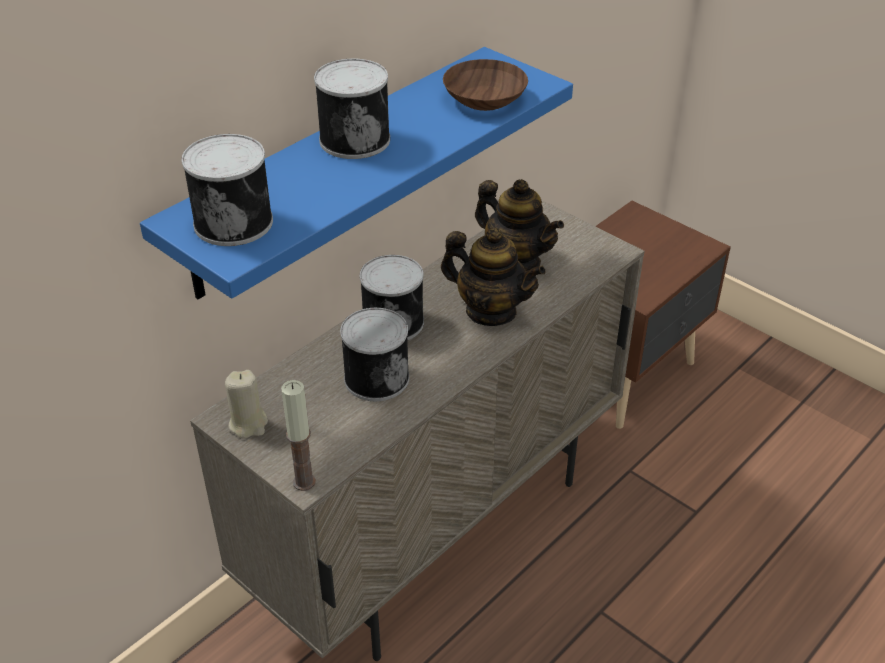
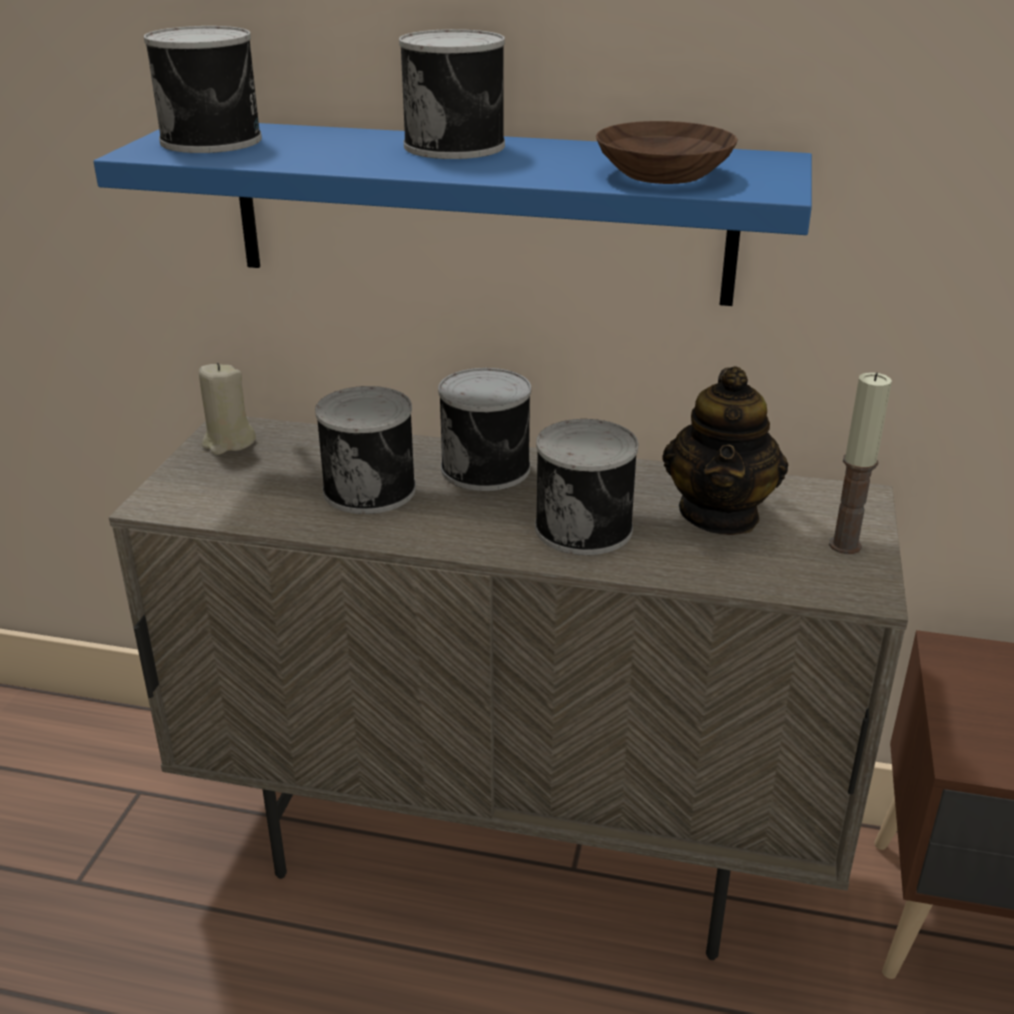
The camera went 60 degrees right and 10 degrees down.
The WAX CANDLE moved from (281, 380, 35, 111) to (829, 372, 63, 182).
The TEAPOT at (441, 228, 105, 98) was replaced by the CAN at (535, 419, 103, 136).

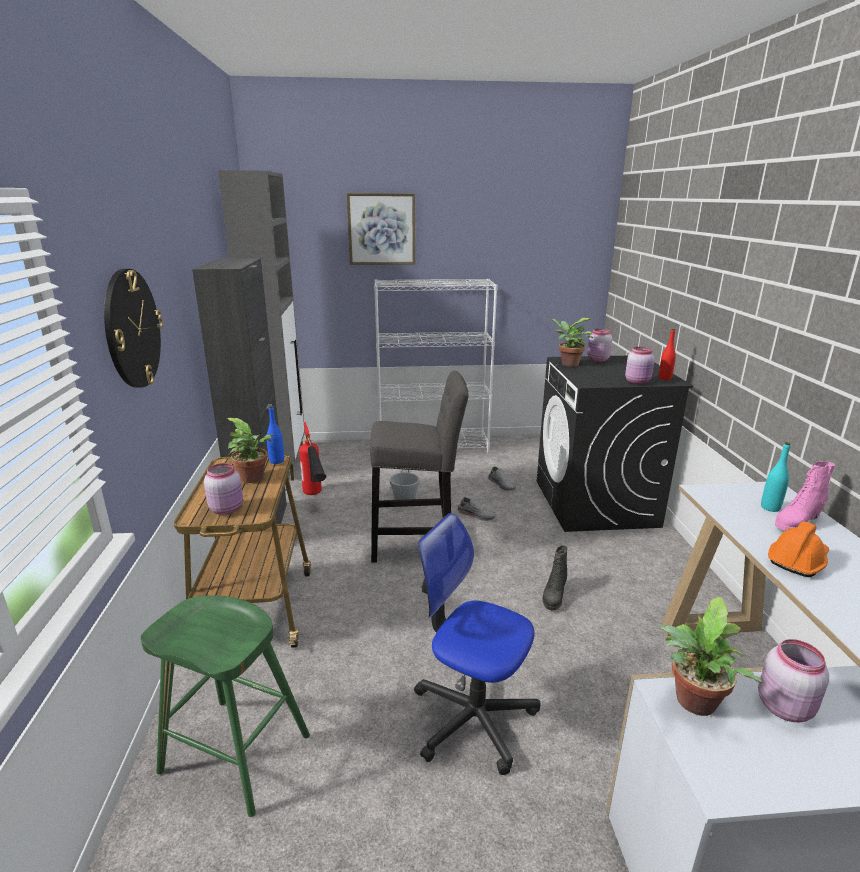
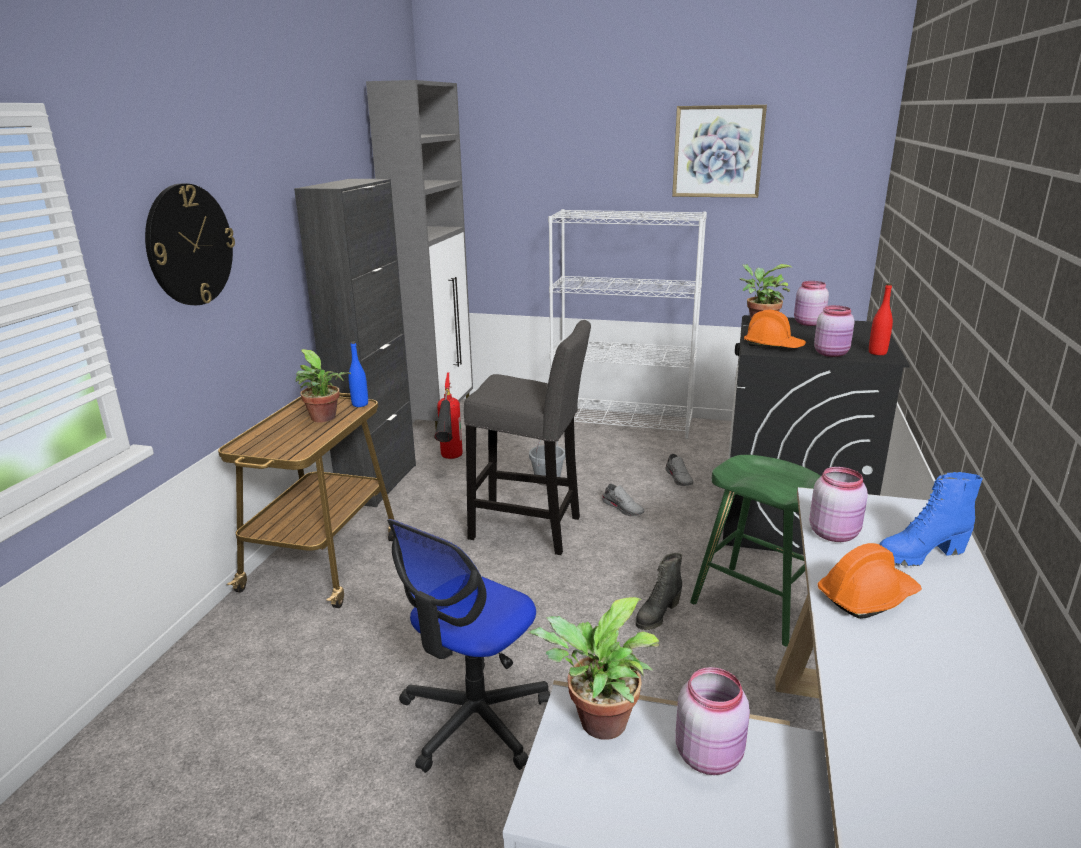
The camera went 20 degrees right and 0 degrees up.
The GREEN SITTING STOOL moved from (141, 595, 169, 222) to (690, 455, 131, 191).
The PINK-COLOURED STORAGE JAR moved from (204, 463, 39, 52) to (809, 467, 59, 75).
The WALL ART moved from (346, 193, 69, 72) to (672, 105, 95, 93).
The COMPUTER CHAIR at (414, 513, 126, 262) turned 105 degrees counterclockwise.
The TURQUOISE-COLOURED BOTTLE at (761, 442, 30, 70) disappeared.
The PINK-COLOURED TALL BOOT at (775, 461, 60, 70) became the BLUE-COLOURED TALL BOOT at (879, 472, 104, 94).
The ORANGEY HARD HAT at (744, 310, 62, 38) appeared.

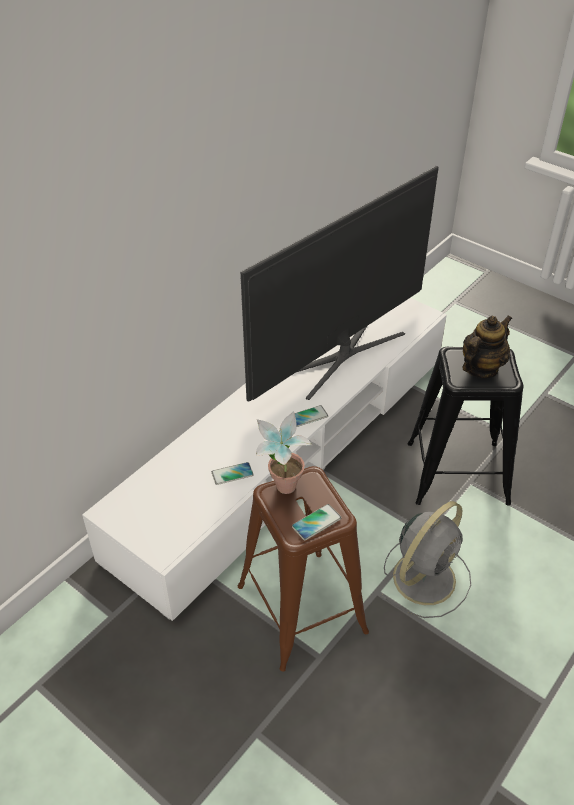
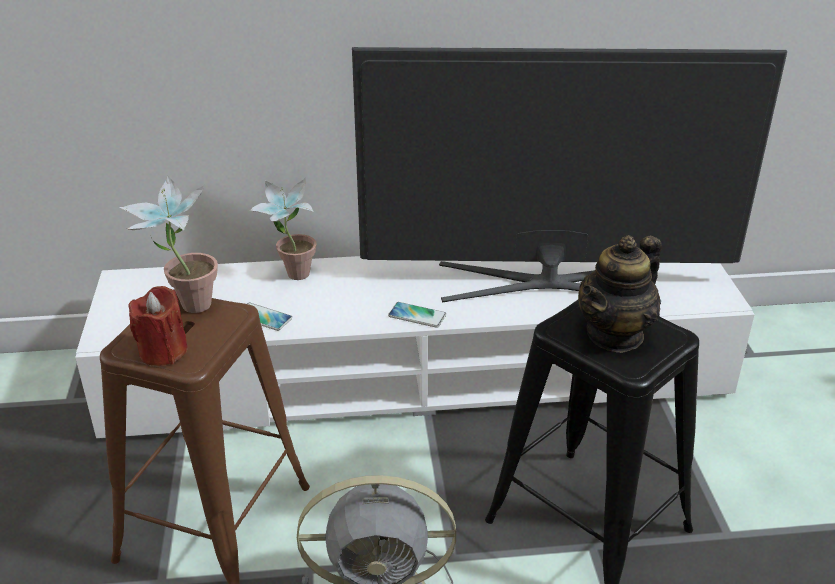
The camera went 45 degrees right and 10 degrees down.
The HANDSET at (292, 504, 49, 36) was replaced by the RED WAX CANDLE at (128, 286, 60, 80).
The TEAPOT at (462, 315, 50, 63) turned 135 degrees clockwise.
The PLANT IN A POT at (250, 178, 67, 102) appeared.

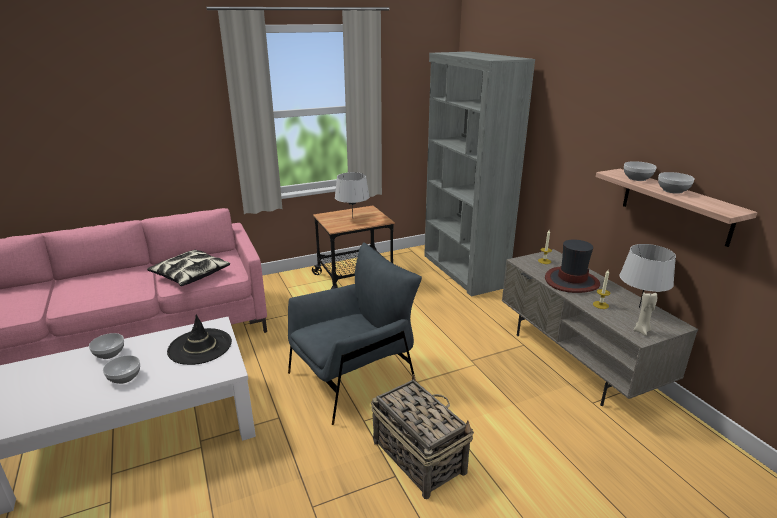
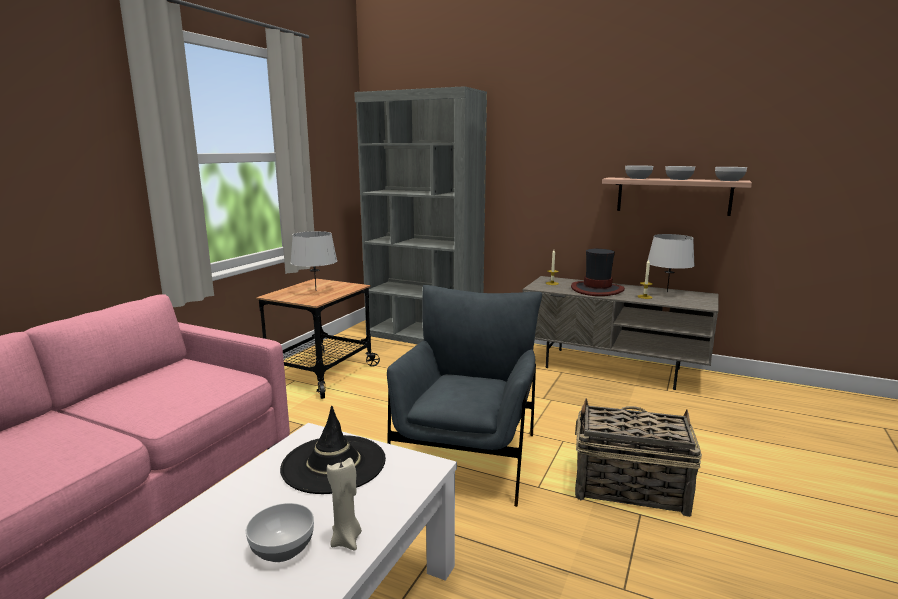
The camera went 40 degrees left and 10 degrees down.
The BOWL moved from (89, 333, 35, 26) to (715, 167, 32, 14).
The CUSHION at (147, 250, 83, 36) disappeared.
The SAND-COLOURED WAX CANDLE moved from (634, 292, 23, 44) to (327, 458, 35, 92).

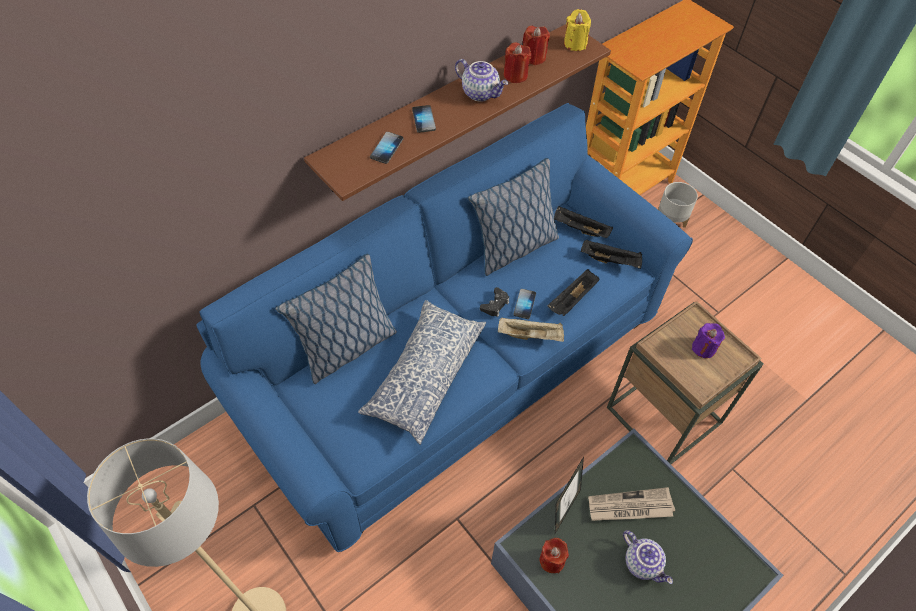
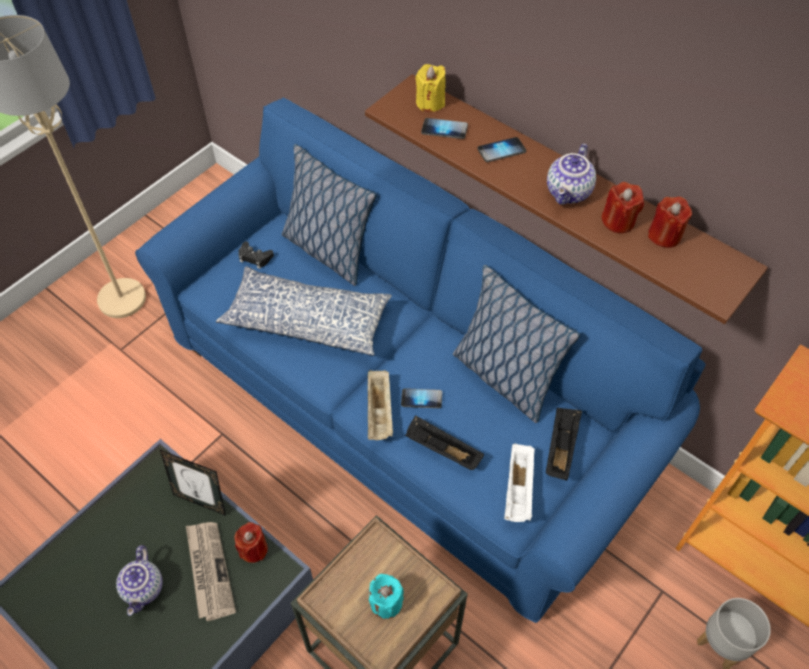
The camera went 80 degrees right and 0 degrees up.
The BLACK-COLOURED GAMEPAD moved from (480, 287, 29, 30) to (238, 241, 36, 28).
The RED WAX CANDLE moved from (540, 538, 29, 35) to (234, 522, 34, 41).
The YELLOW-COLOURED WAX CANDLE moved from (564, 9, 27, 42) to (416, 64, 30, 48).
The BLACK-COLOURED TRAY at (581, 240, 61, 29) became the WHITE-COLOURED TRAY at (504, 443, 31, 79).
The TEAPOT at (623, 530, 50, 54) turned 45 degrees counterclockwise.
The PURPLISH WAX CANDLE at (692, 323, 33, 35) became the TURQUOISE-COLOURED WAX CANDLE at (369, 574, 35, 45).

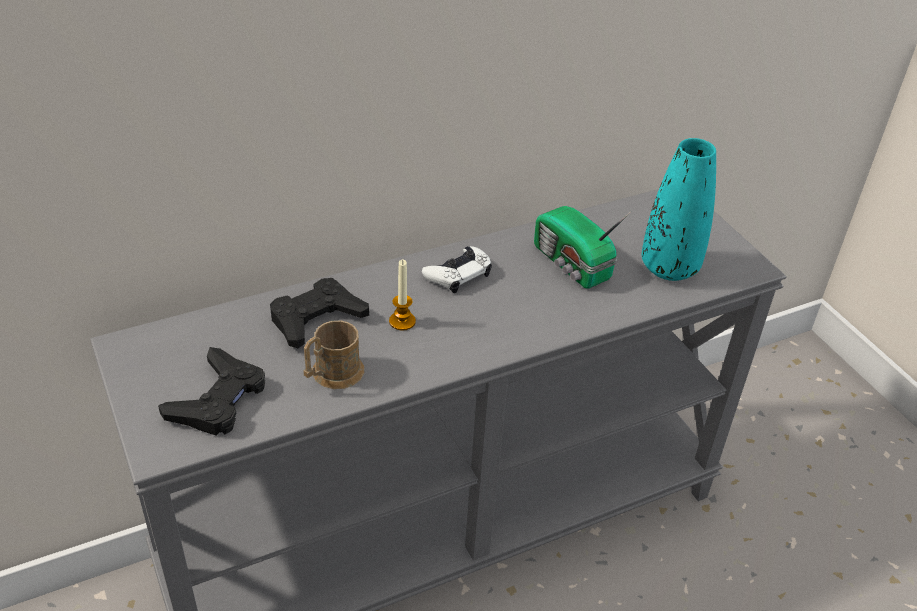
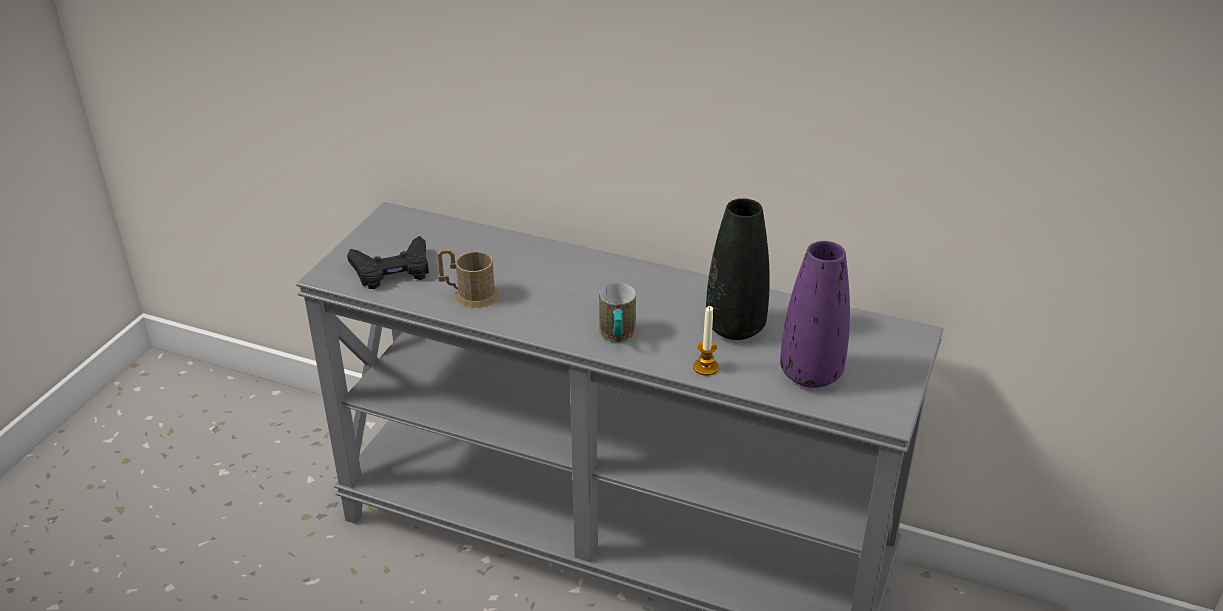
The camera went 50 degrees right and 5 degrees down.
The BLACK-COLOURED GAMEPAD at (270, 278, 99, 70) disappeared.
The WAX CANDLE moved from (389, 260, 27, 71) to (693, 306, 26, 70).
The WHITE-COLOURED GAMEPAD at (422, 246, 70, 47) disappeared.
The RADIO at (534, 206, 98, 83) was replaced by the BLACK-COLOURED VASE at (706, 198, 64, 142).
The TURQUOISE-COLOURED VASE at (642, 138, 74, 143) became the PURPLISH VASE at (780, 241, 70, 147).
The TEA MUG at (599, 283, 37, 59) appeared.

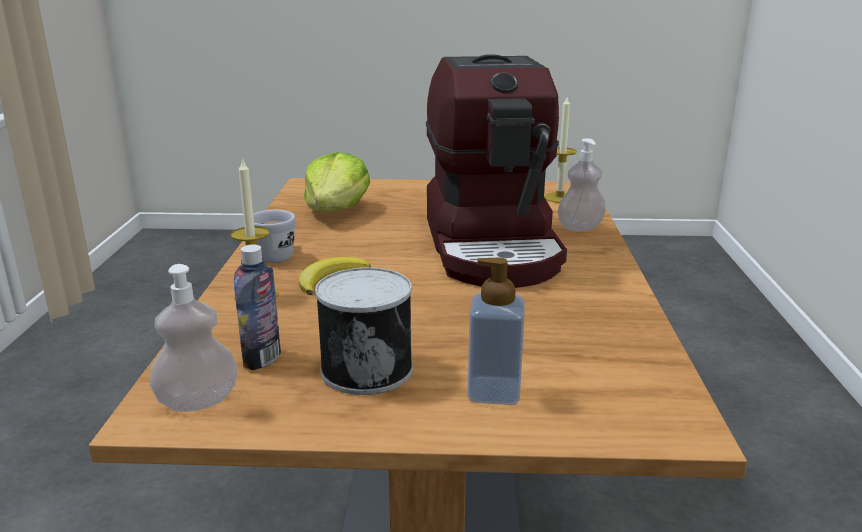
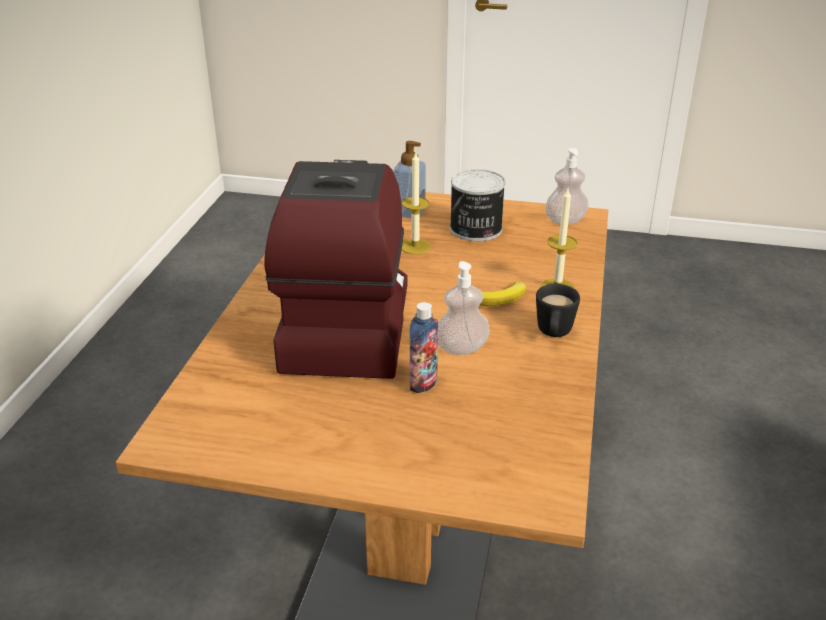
The camera went 170 degrees left and 10 degrees up.
The BOTTLE moved from (234, 245, 47, 125) to (410, 302, 28, 91).
The WHITE-COLOURED TEA MUG at (253, 210, 42, 53) became the BLACK-COLOURED TEA MUG at (536, 284, 44, 53).
The HEAD OF LETTUCE at (304, 152, 66, 60) disappeared.
The WAX CANDLE moved from (544, 97, 33, 106) to (402, 153, 29, 101).
The SOAP DISPENSER moved from (558, 138, 48, 93) to (438, 261, 52, 94).

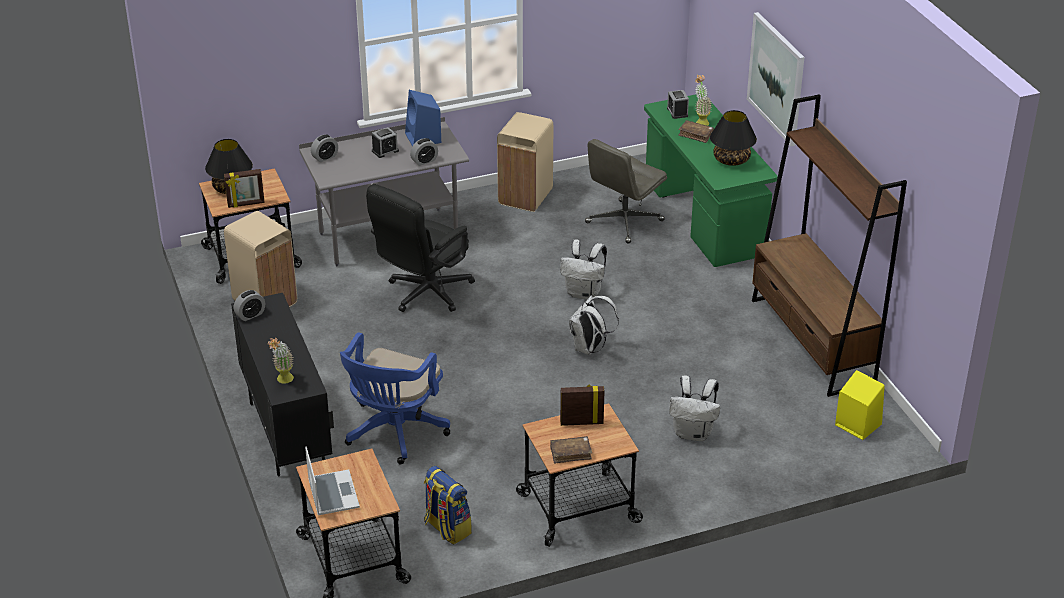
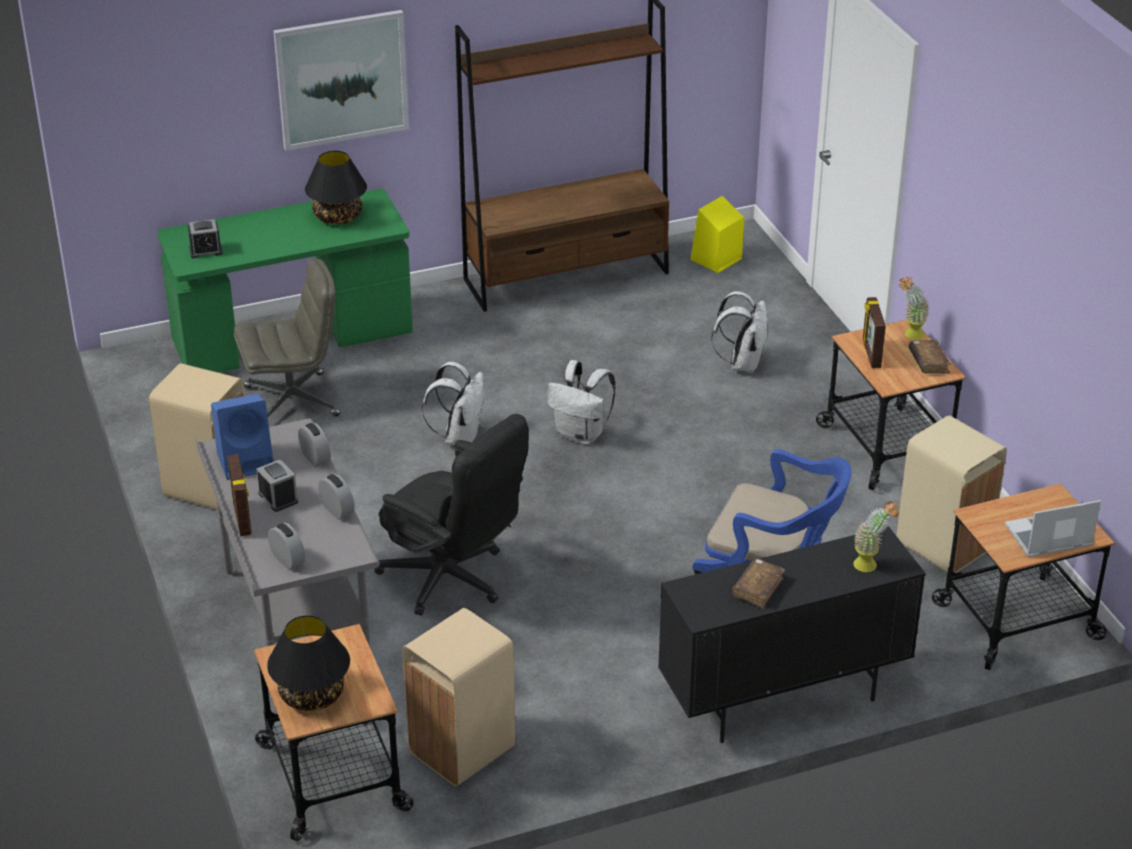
The camera went 90 degrees left and 0 degrees up.
The PICTURE FRAME moved from (224, 169, 41, 39) to (227, 454, 24, 82).
The ALARM CLOCK moved from (234, 290, 31, 31) to (318, 474, 37, 46).
The KNAPSACK at (424, 466, 48, 78) was replaced by the SAND-COLOURED TRASH CAN at (896, 415, 111, 158).
The GREY COMPUTER CHAIR at (585, 139, 82, 105) turned 60 degrees counterclockwise.
The BROWN BOOK moved from (678, 120, 36, 23) to (732, 558, 53, 51).
The PLANT IN A POT moved from (695, 75, 17, 51) to (899, 276, 30, 64).

